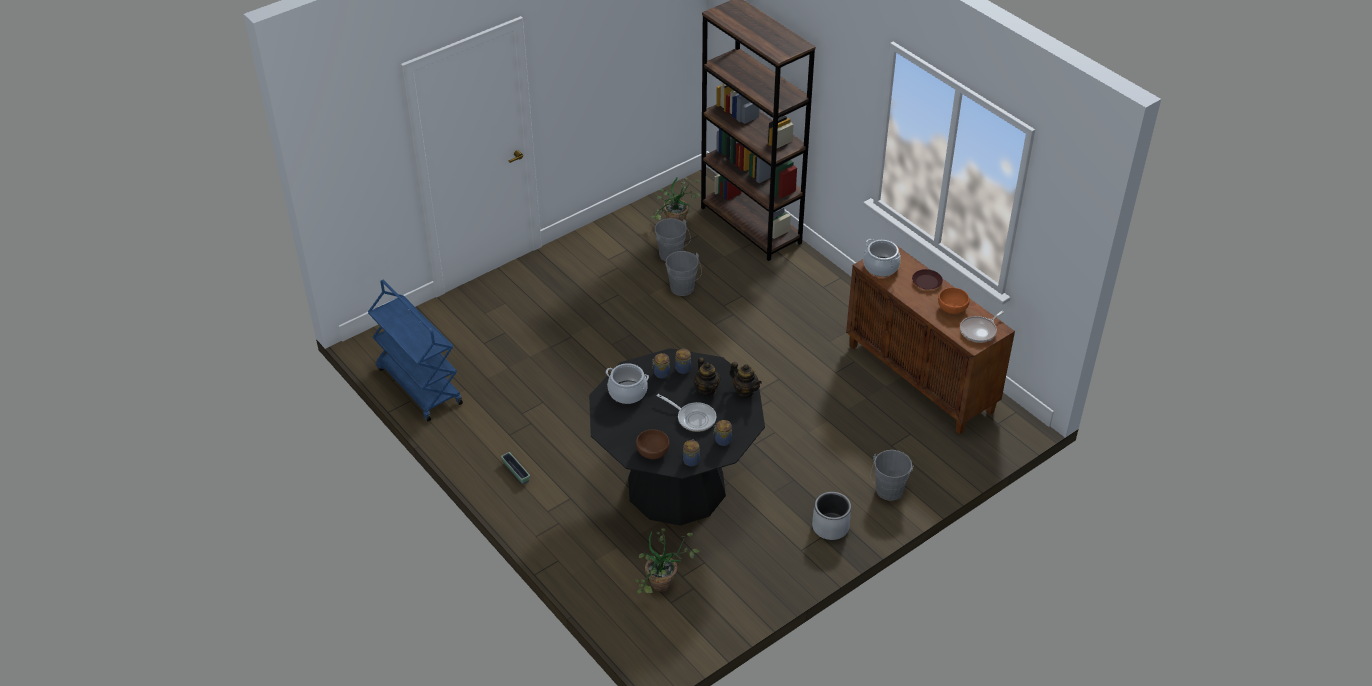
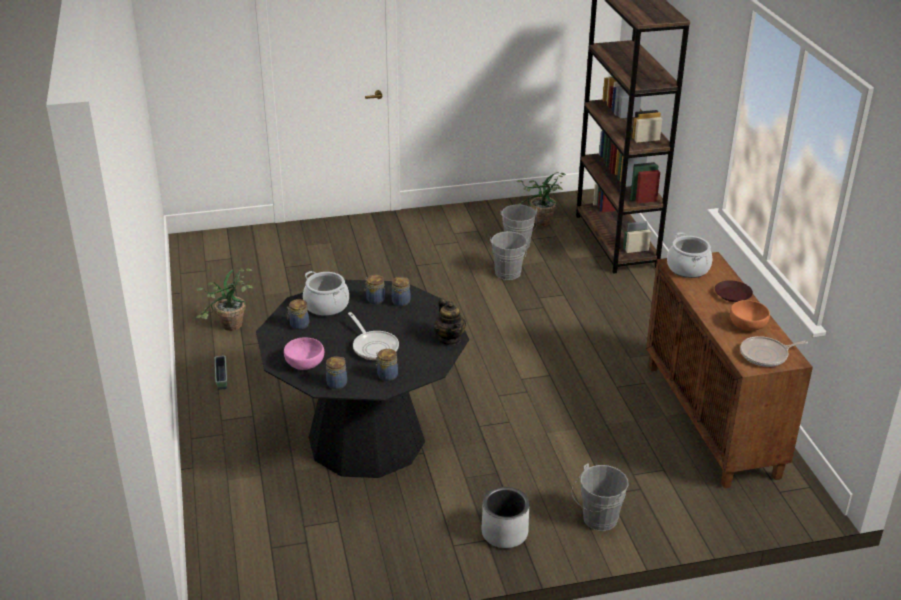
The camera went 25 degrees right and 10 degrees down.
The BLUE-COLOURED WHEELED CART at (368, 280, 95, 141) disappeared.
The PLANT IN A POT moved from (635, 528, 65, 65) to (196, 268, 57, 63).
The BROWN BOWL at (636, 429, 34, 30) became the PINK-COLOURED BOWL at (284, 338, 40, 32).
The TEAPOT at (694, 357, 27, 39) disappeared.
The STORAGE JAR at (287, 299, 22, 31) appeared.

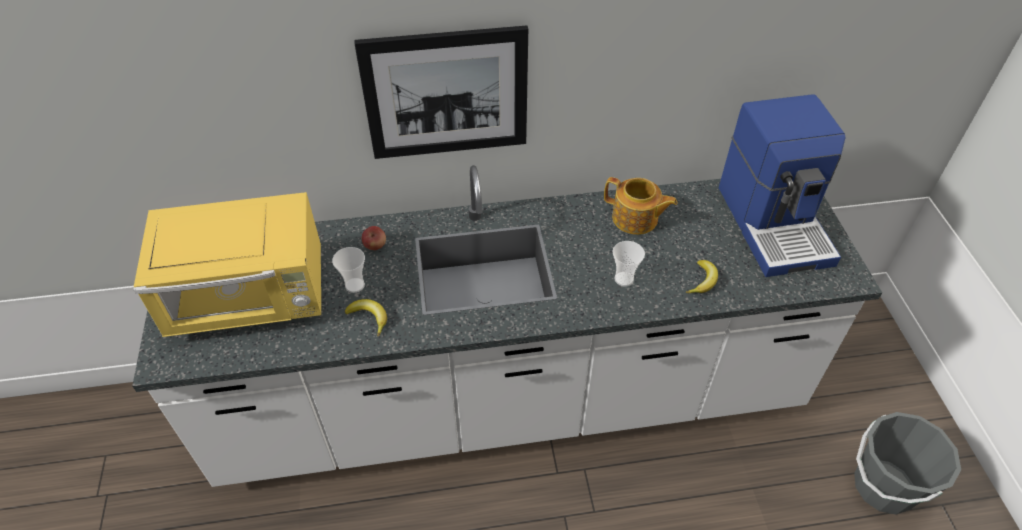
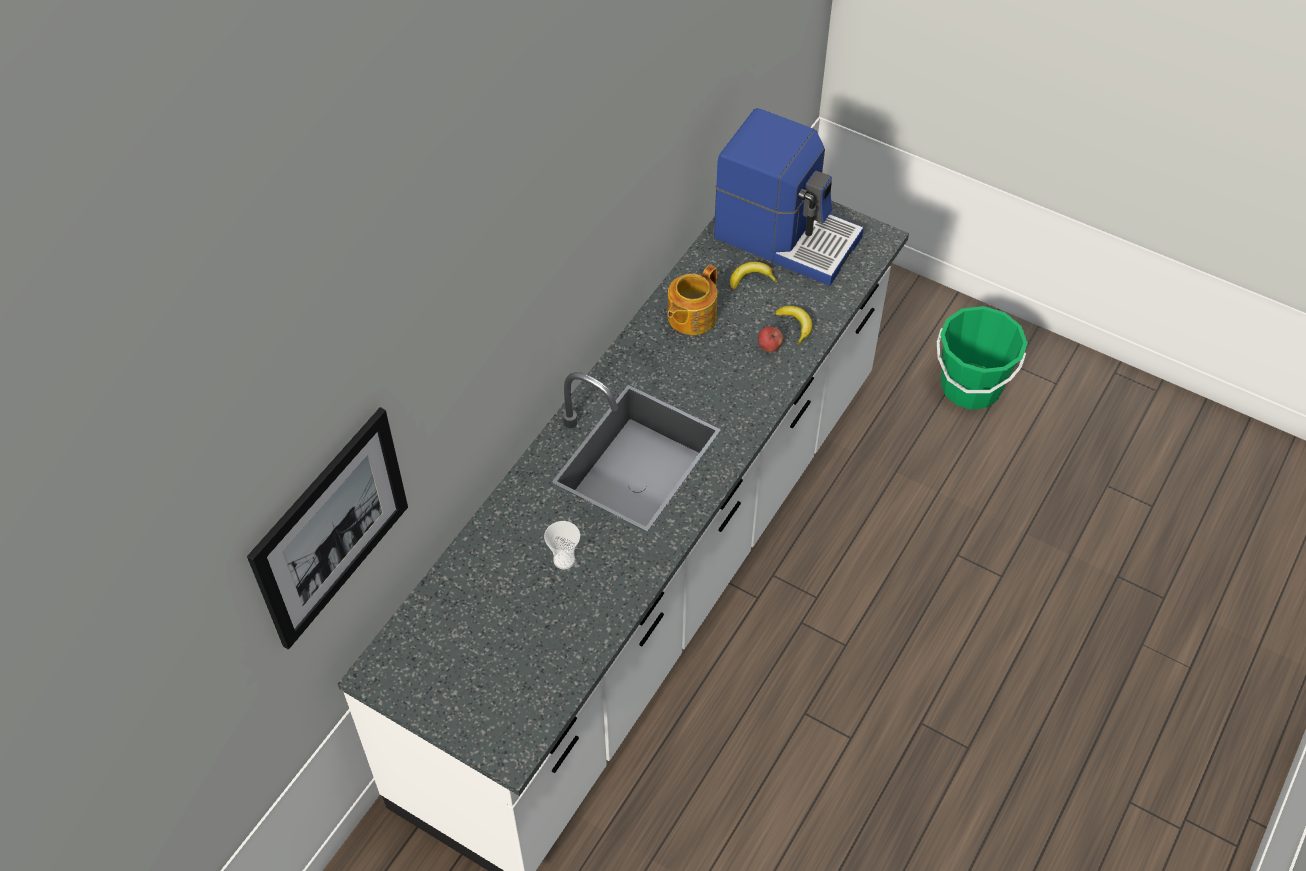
The camera went 50 degrees left and 5 degrees up.
The YELLOW-COLOURED MICROWAVE at (133, 192, 188, 145) disappeared.
The BANANA moved from (345, 299, 42, 37) to (730, 262, 47, 28).
The WALL ART moved from (354, 25, 174, 134) to (247, 407, 161, 243).
The WHOLE APPLE moved from (362, 226, 24, 24) to (758, 326, 25, 26).
The TEAPOT at (604, 177, 73, 58) turned 150 degrees clockwise.
The CUP at (613, 241, 32, 45) disappeared.
The GREY PAIL at (854, 412, 107, 103) became the GREEN PAIL at (937, 306, 91, 104).

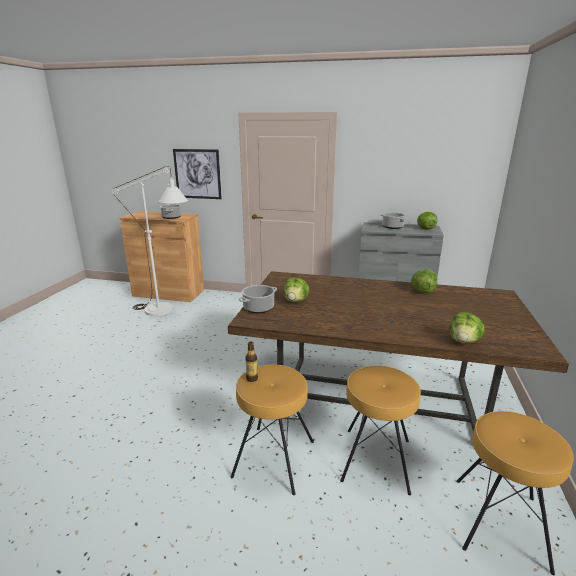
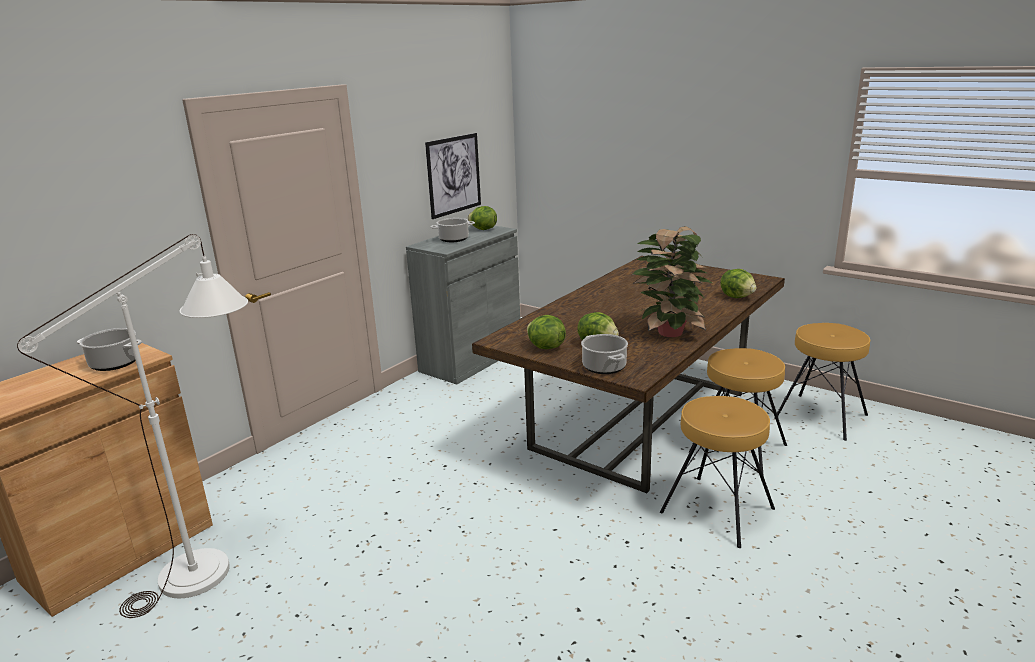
The camera went 65 degrees left and 0 degrees up.
The WALL ART moved from (173, 149, 49, 50) to (425, 133, 56, 86).
The BOTTLE at (245, 341, 13, 41) disappeared.
The HEAD OF LETTUCE moved from (411, 270, 26, 23) to (527, 315, 39, 34).
The PLANT IN A POT at (632, 226, 80, 111) appeared.

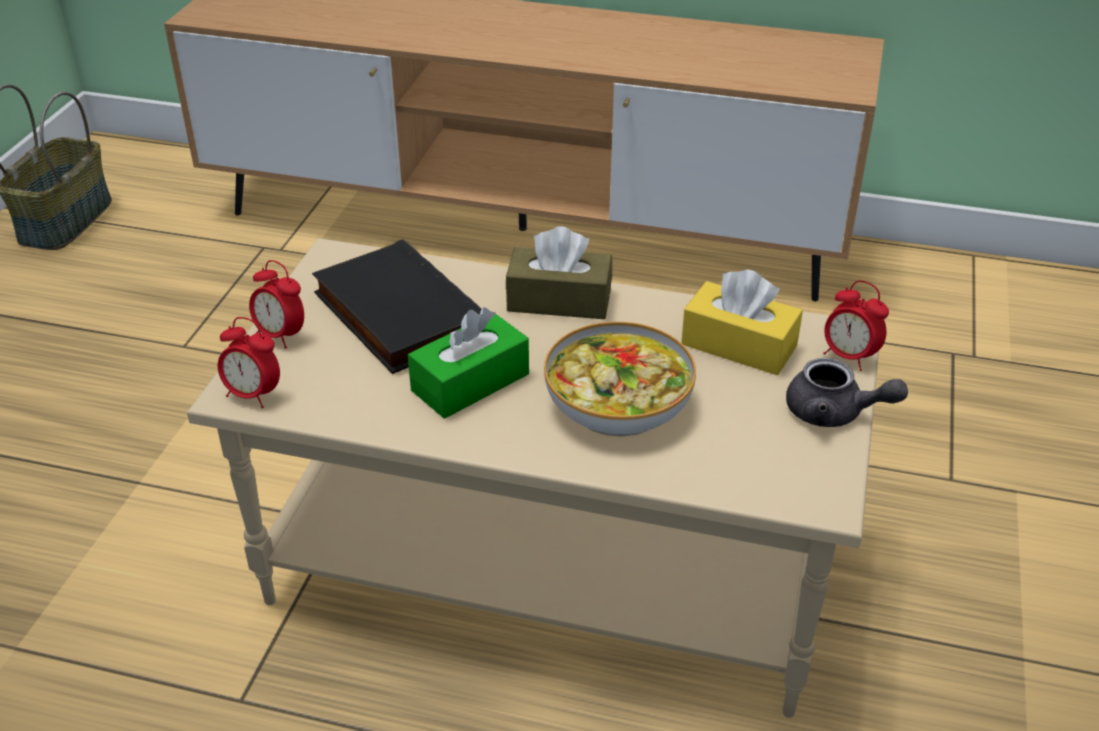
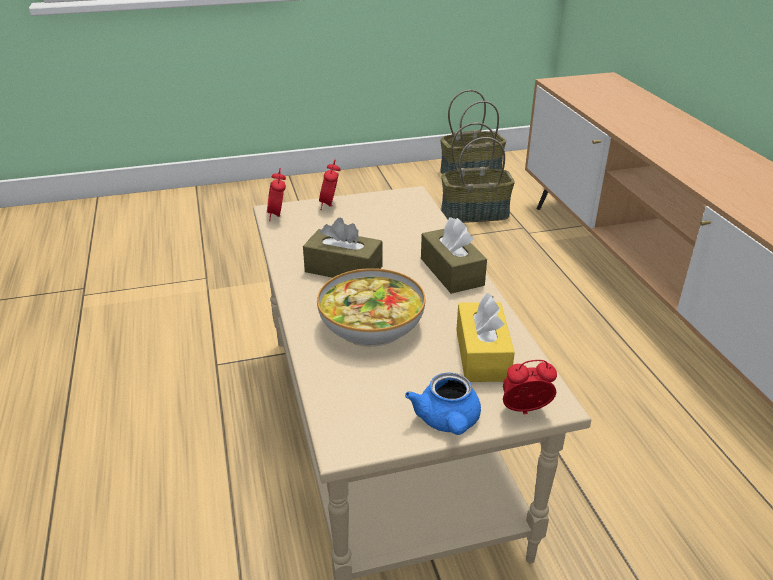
The camera went 60 degrees right and 5 degrees down.
The BLACK-COLOURED BOOK at (312, 239, 170, 135) disappeared.
The GREEN TISSUE BOX at (408, 308, 121, 111) became the BROWN TISSUE BOX at (303, 217, 79, 61).
The GREY TEAPOT at (786, 358, 122, 69) became the BLUE-COLOURED TEAPOT at (405, 372, 76, 63).
The ALARM CLOCK at (823, 280, 66, 91) turned 75 degrees clockwise.
The BASKET at (441, 123, 74, 100) appeared.

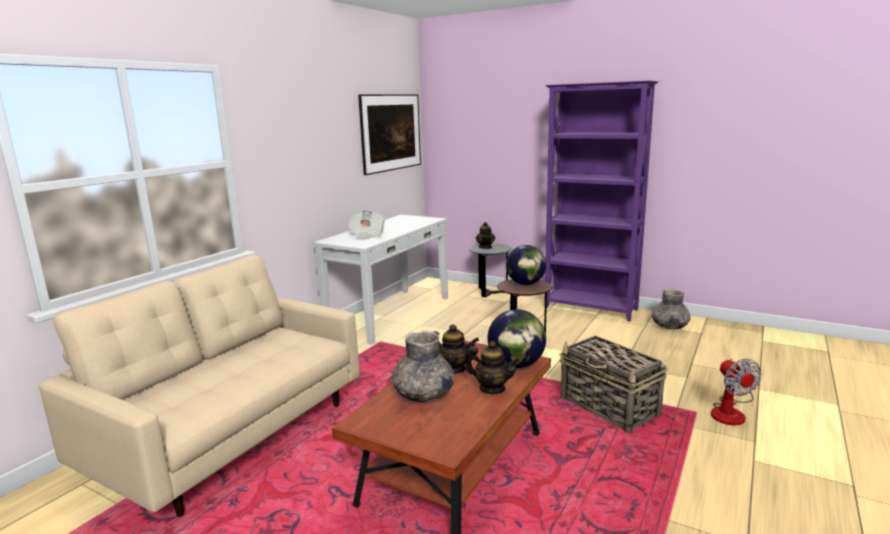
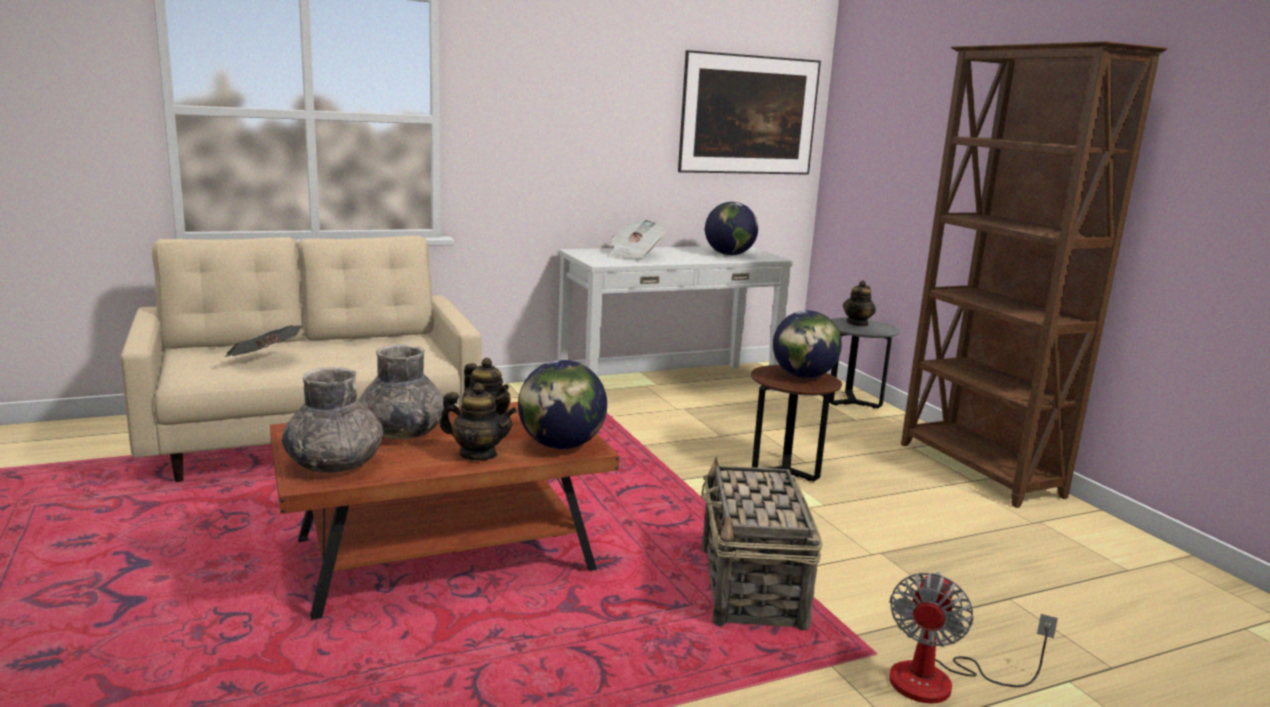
The camera went 35 degrees right and 0 degrees up.
The TEAPOT at (465, 341, 55, 53) turned 45 degrees counterclockwise.
The PURPLISH BOOKCASE at (544, 81, 114, 240) became the BROWN BOOKCASE at (901, 41, 267, 467).
The GREY VASE moved from (652, 289, 39, 40) to (282, 367, 101, 106).
The PRINTED PAPER at (224, 325, 78, 32) appeared.
The GLOBE at (705, 202, 53, 53) appeared.

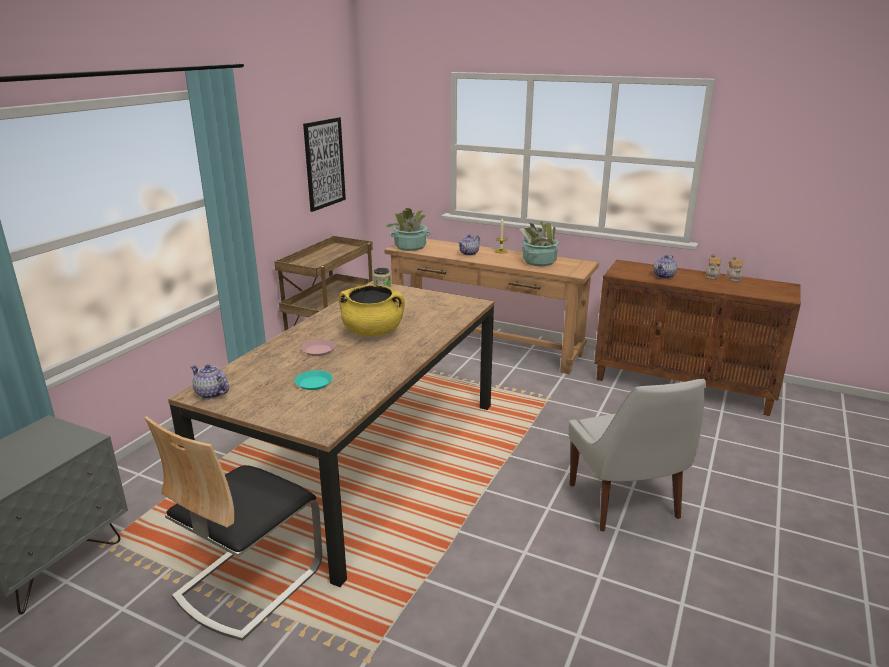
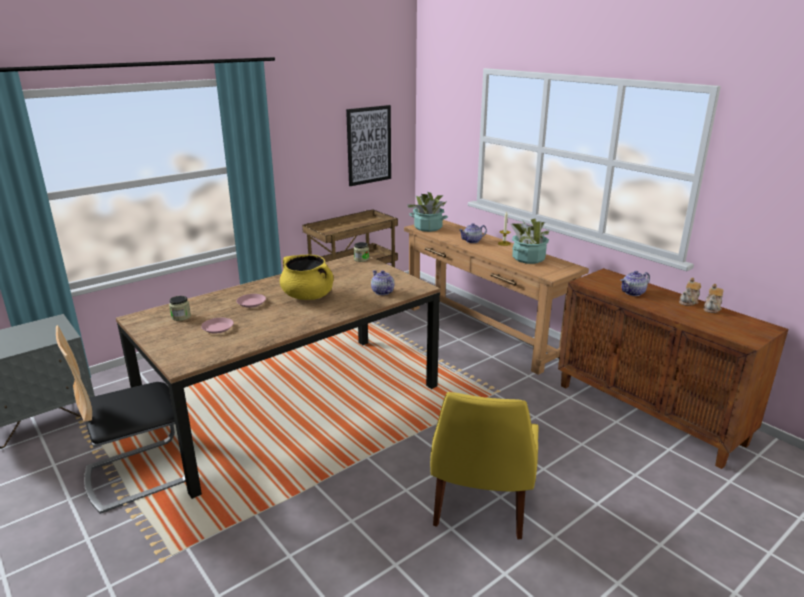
The camera went 25 degrees right and 0 degrees up.
The TEAPOT moved from (190, 364, 39, 35) to (371, 270, 24, 25).
The TURQUOISE-COLOURED FLAT DISH at (295, 370, 38, 20) became the PINK-COLOURED FLAT DISH at (201, 318, 33, 16).
The WHITE-COLOURED CHAIR at (569, 379, 137, 152) became the YELLOW-COLOURED CHAIR at (430, 392, 109, 147).
The STORAGE JAR at (169, 296, 22, 25) appeared.

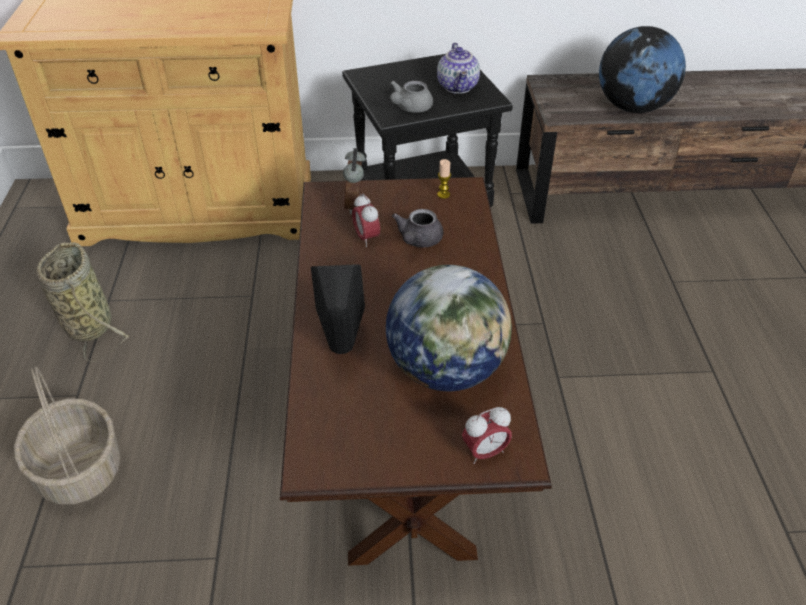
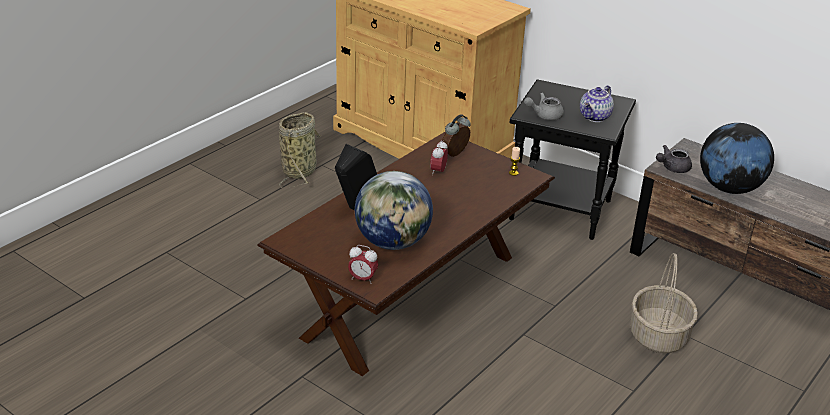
The camera went 40 degrees right and 10 degrees down.
The BASKET moved from (14, 367, 107, 137) to (630, 253, 68, 100).
The GREY TEAPOT moved from (392, 209, 51, 38) to (656, 145, 36, 28).

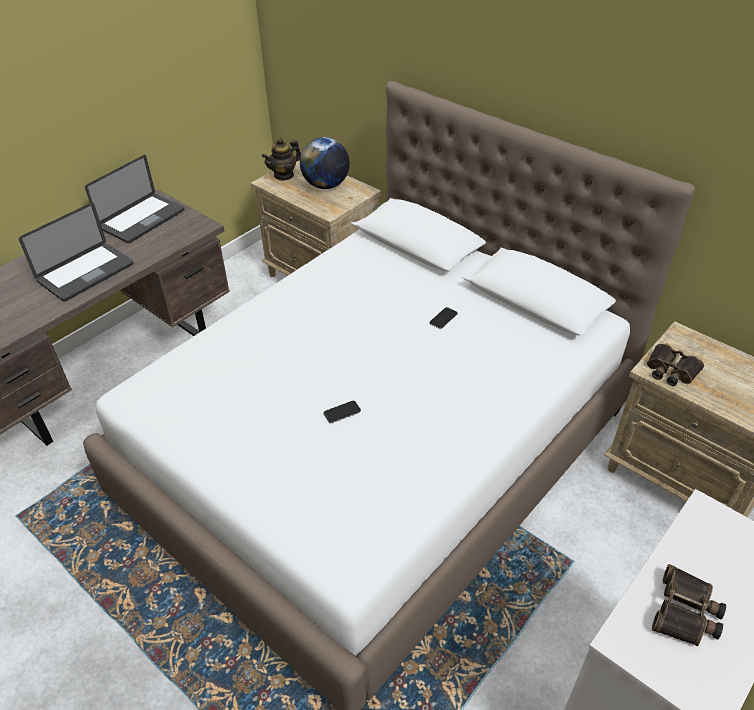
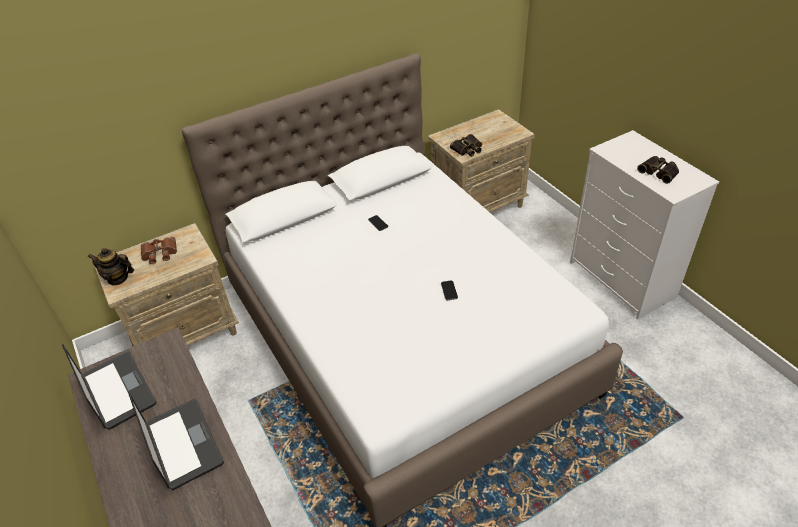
The camera went 70 degrees left and 0 degrees up.
The TEAPOT at (262, 138, 39, 43) turned 120 degrees clockwise.
The GLOBE at (300, 137, 50, 52) was replaced by the BROWN FIELD GLASSES at (141, 237, 36, 27).

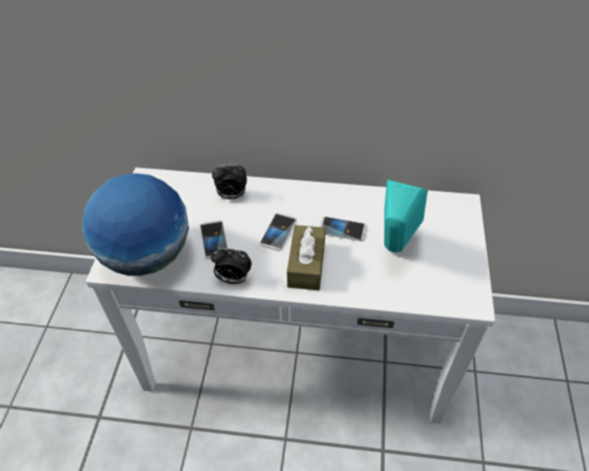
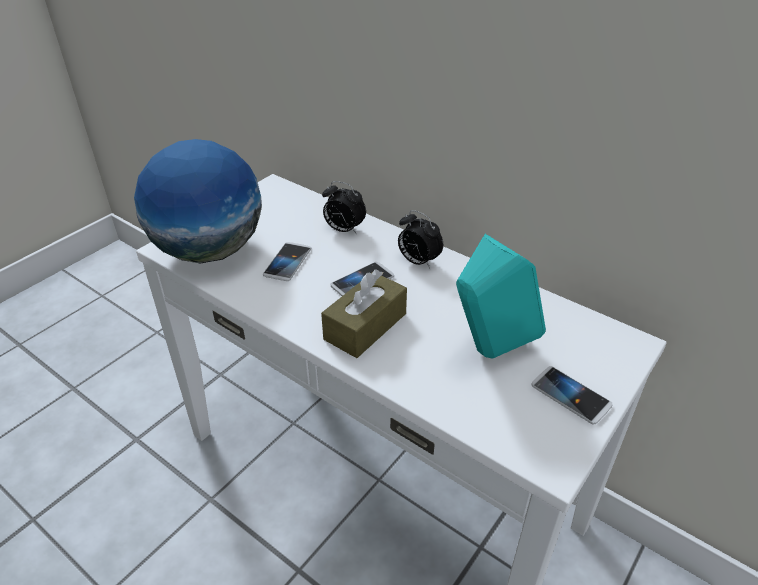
The camera went 30 degrees right and 10 degrees down.
The ALARM CLOCK moved from (211, 248, 41, 36) to (398, 210, 45, 59).
The HANDSET moved from (320, 216, 47, 25) to (531, 366, 81, 59).

